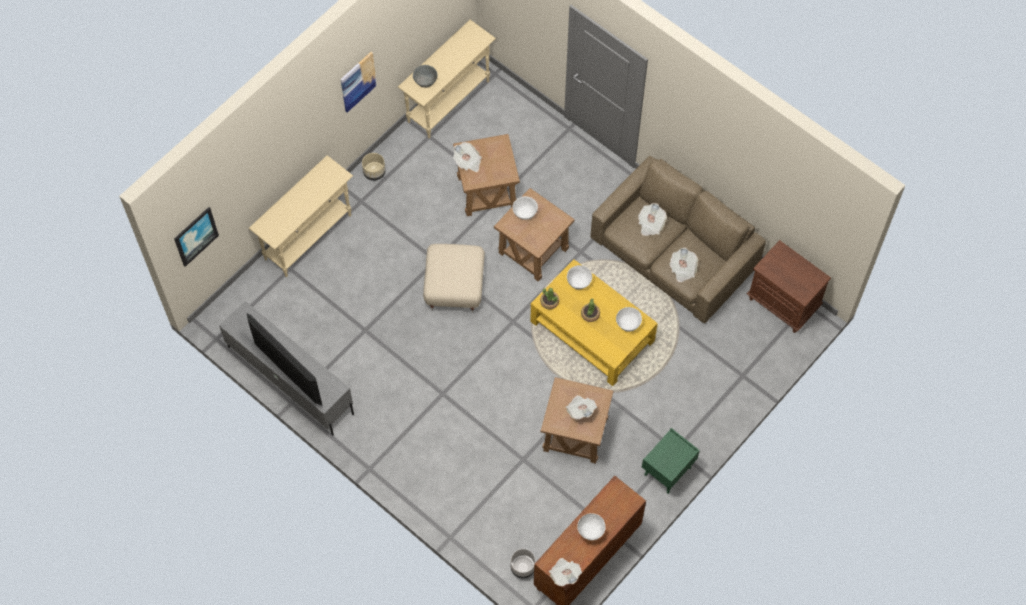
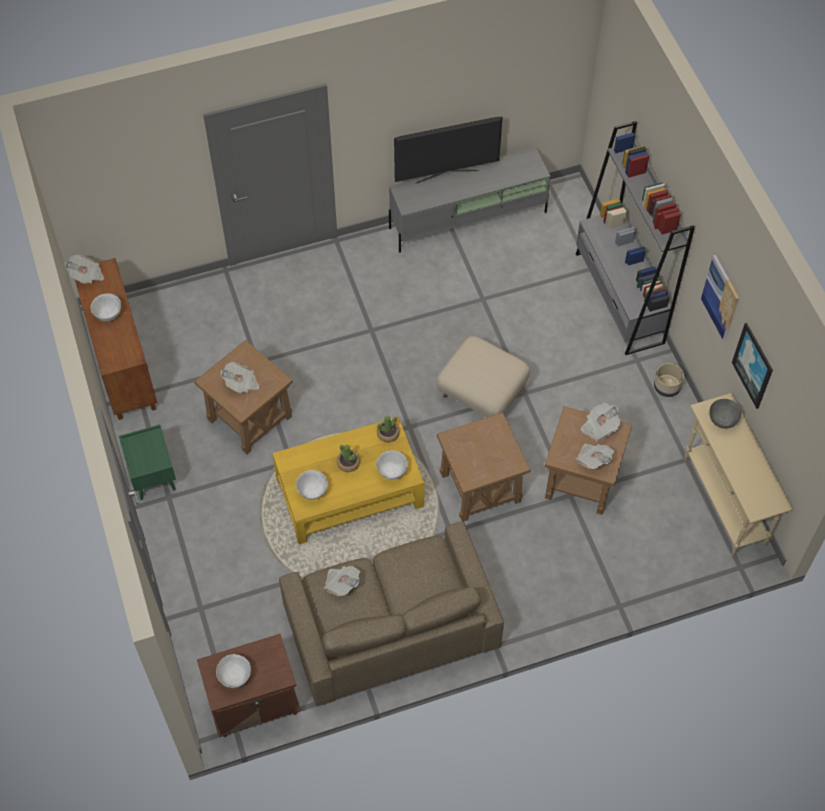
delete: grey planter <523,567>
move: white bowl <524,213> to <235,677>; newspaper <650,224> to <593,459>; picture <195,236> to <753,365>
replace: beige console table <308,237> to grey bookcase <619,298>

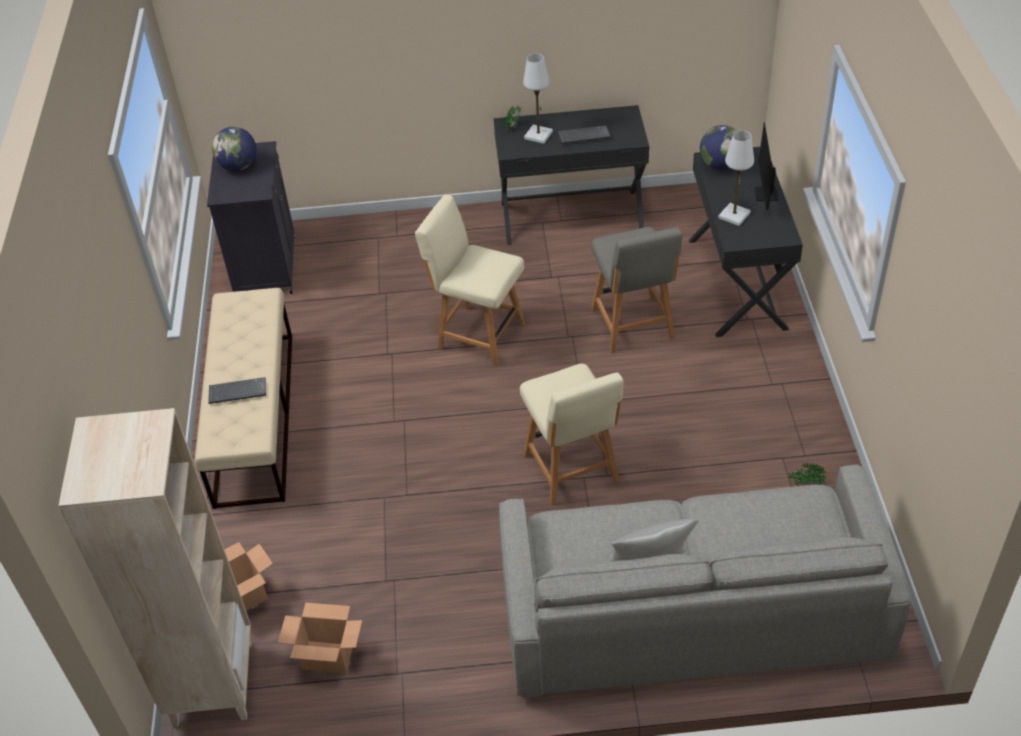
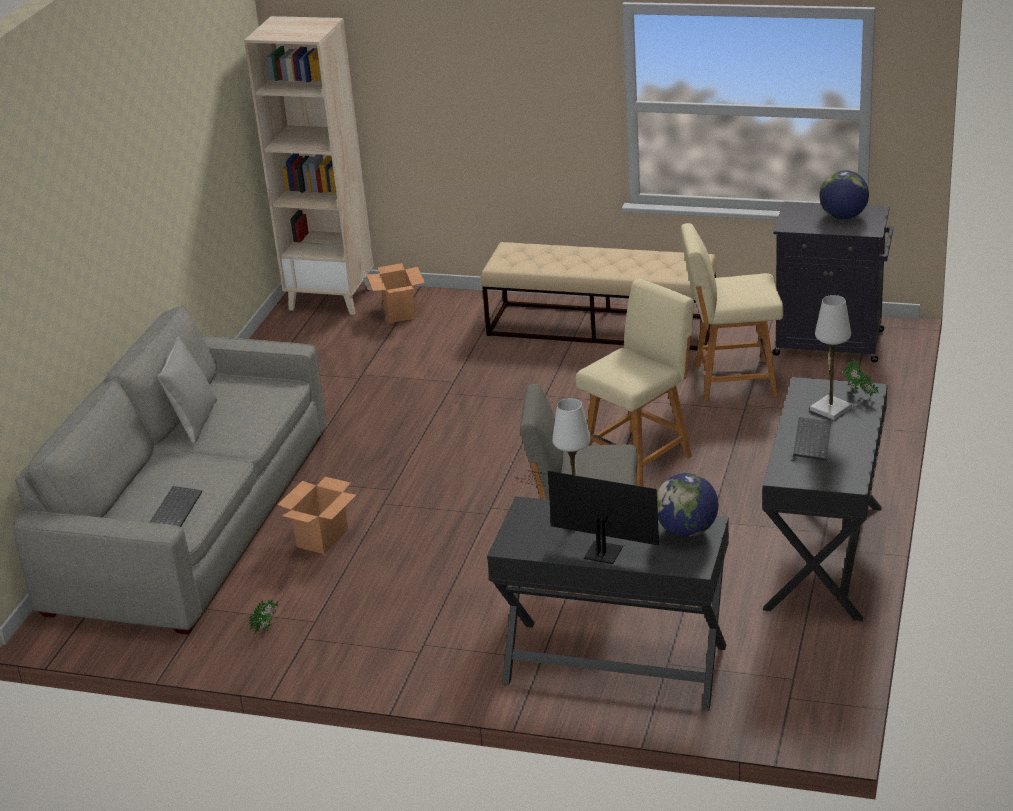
move: beige chair <572,470> to <731,381>; keyboard <236,393> to <175,509>; cardboard box <327,657> to <322,537>

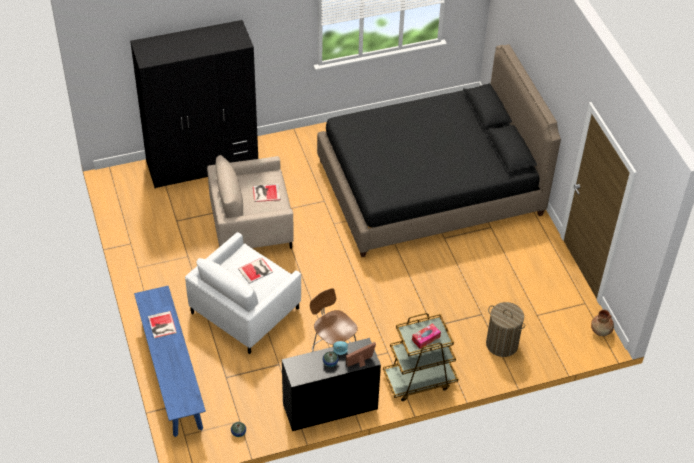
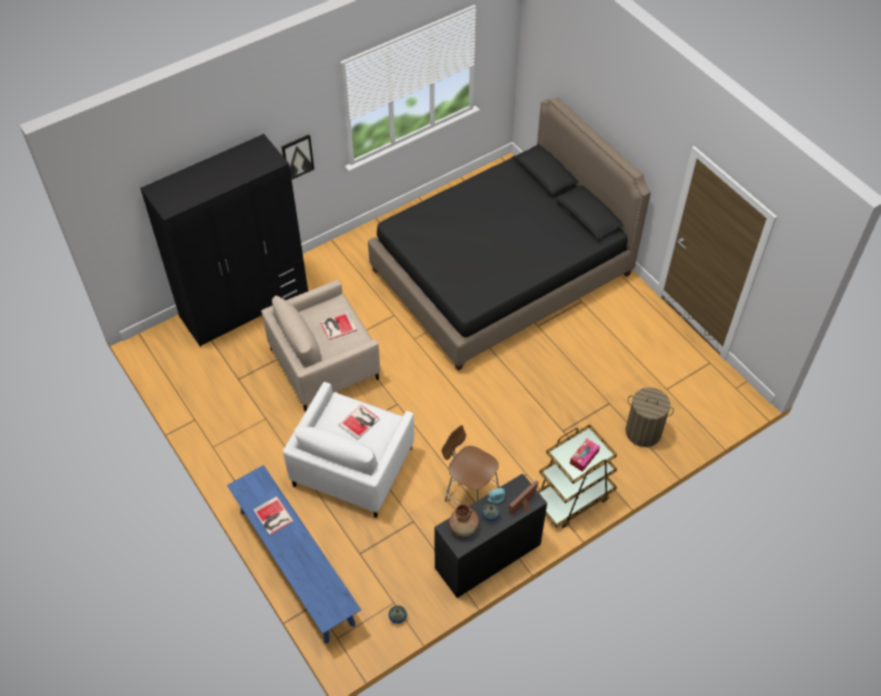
insert: picture <297,157>
move: brown vase <601,331> to <464,527>

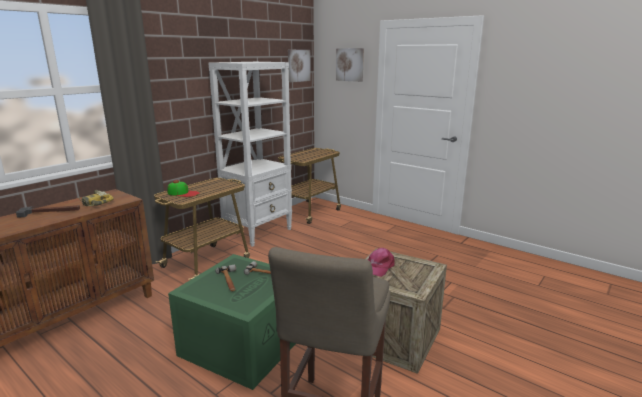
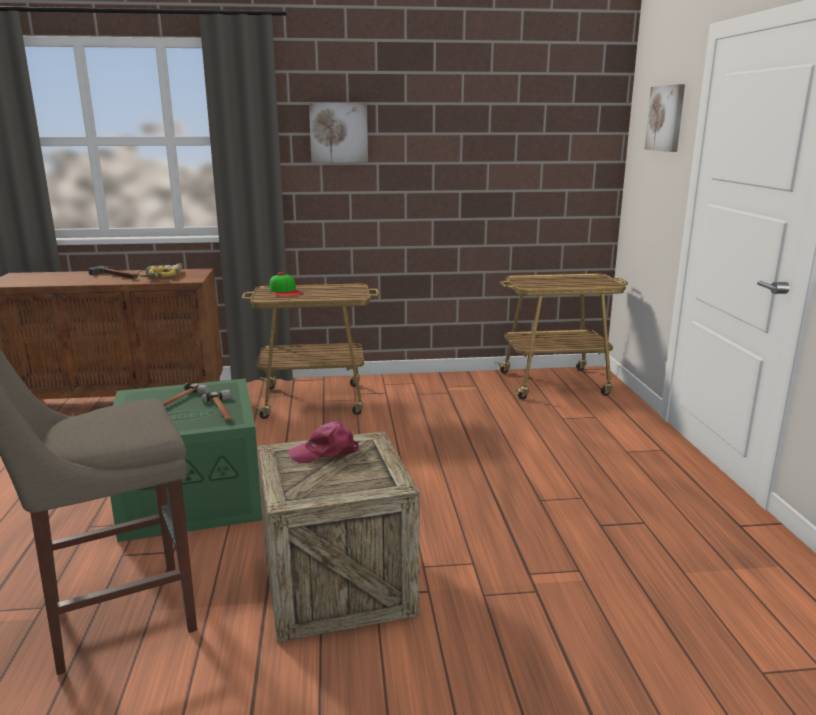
delete: white bookcase <258,232>
move: picture <298,65> to <338,133>

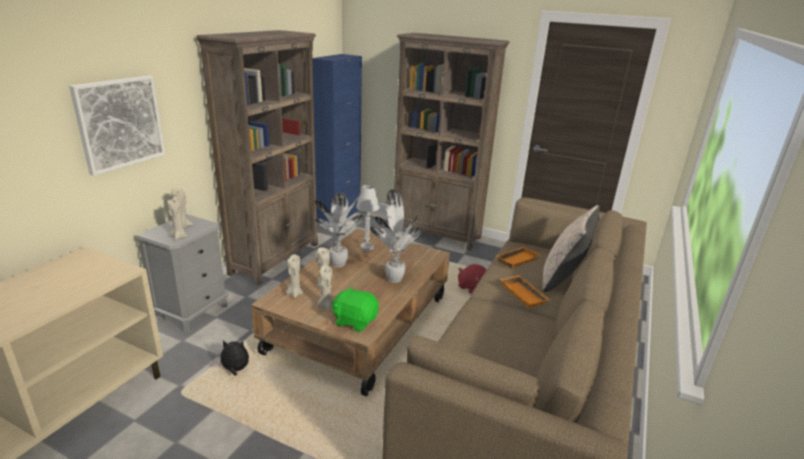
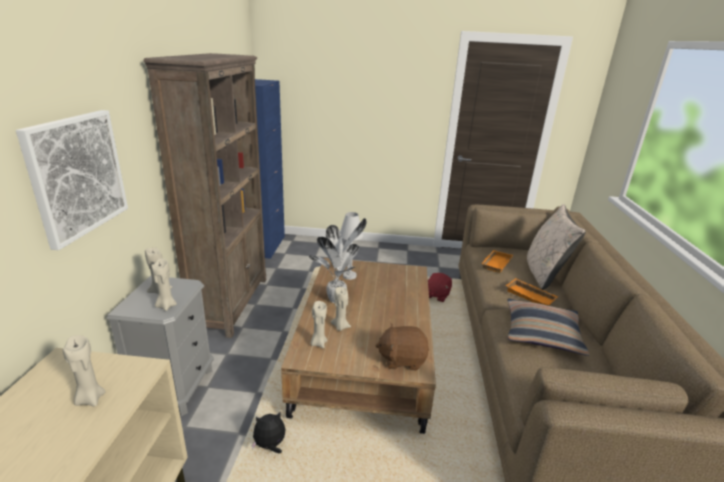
delete: brown bookcase <436,234>; potted plant <394,278>
insert: pillow <542,334>
move: beige candle <325,305> to <90,398>
recolor: green plush toy <355,321> to brown plush toy <402,359>

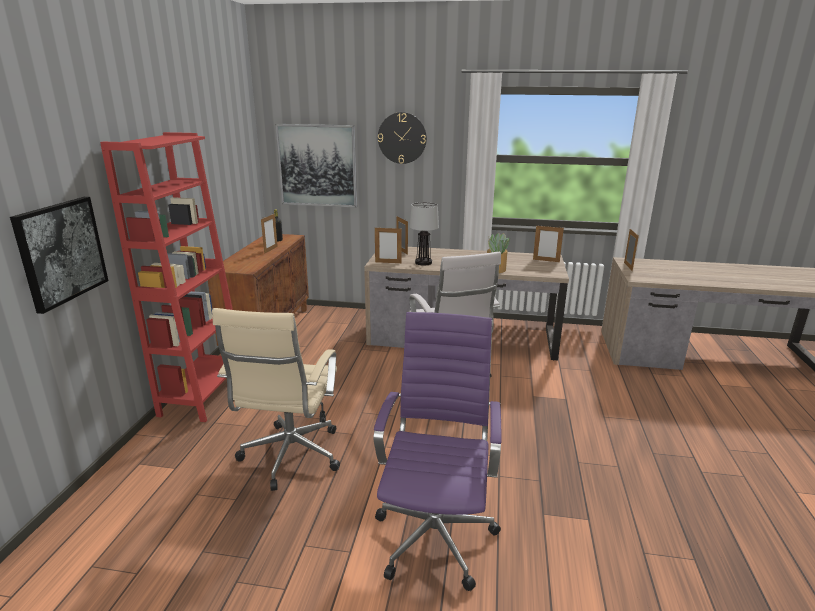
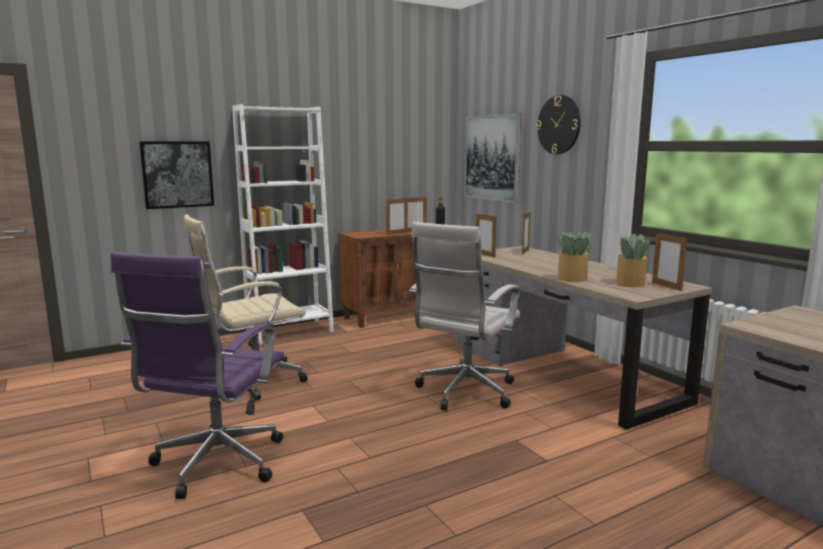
delete: table lamp <423,262>
insert: potted plant <629,283>
move: picture frame <628,267> to <397,233>
recolor: red bookcase <203,395> to white bookcase <290,331>
rotate: purple office chair <435,534> = <215,466> 135 degrees clockwise

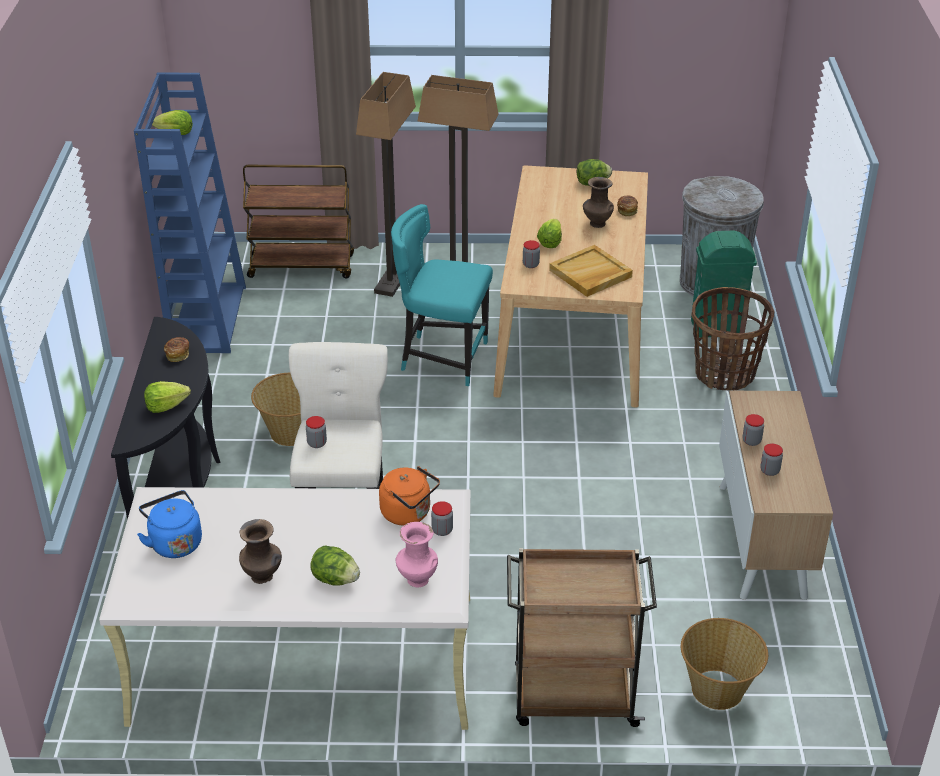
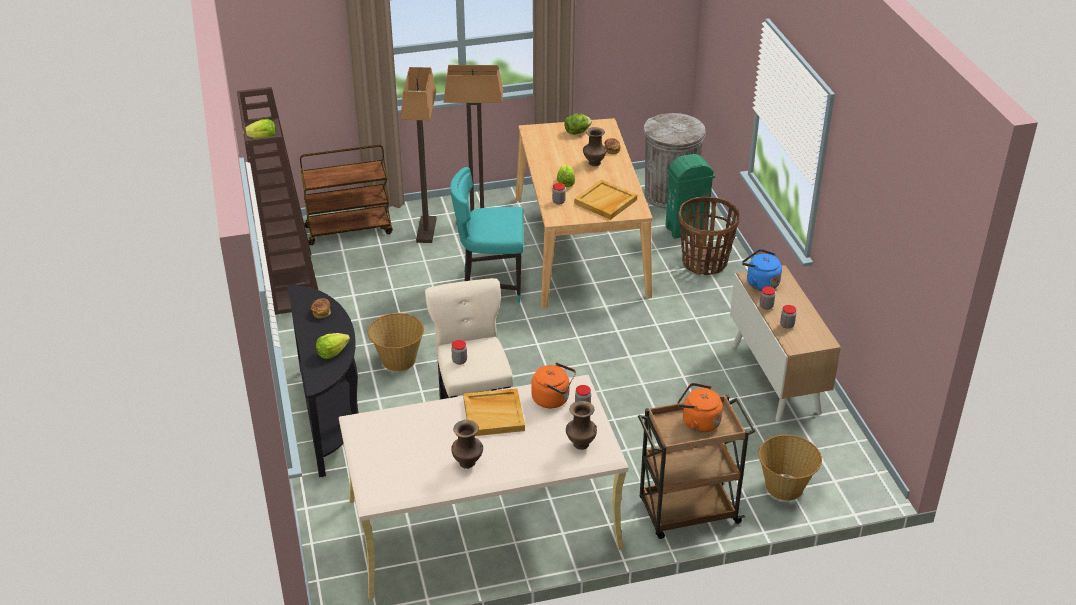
delete: lettuce <335,579>
insert: orange kettle <698,422>; beige tray <494,414>
move: blue kettle <174,542> to <760,283>
recolor: blue bookcase <207,318> to brown bookcase <291,283>; pink vase <416,580> to brown vase <580,444>

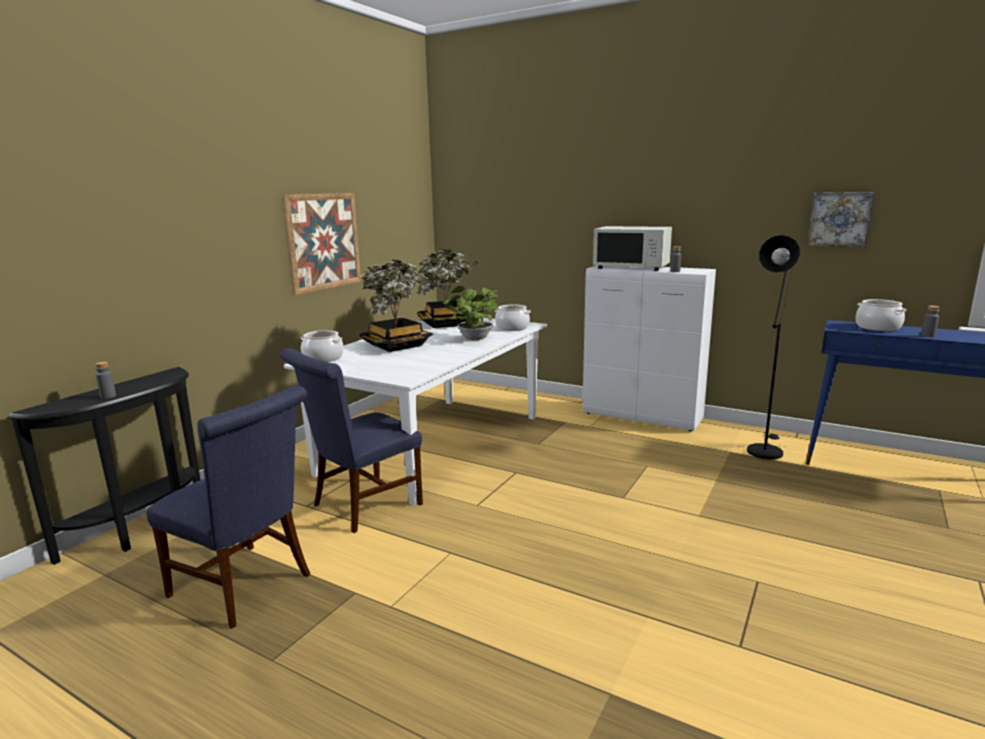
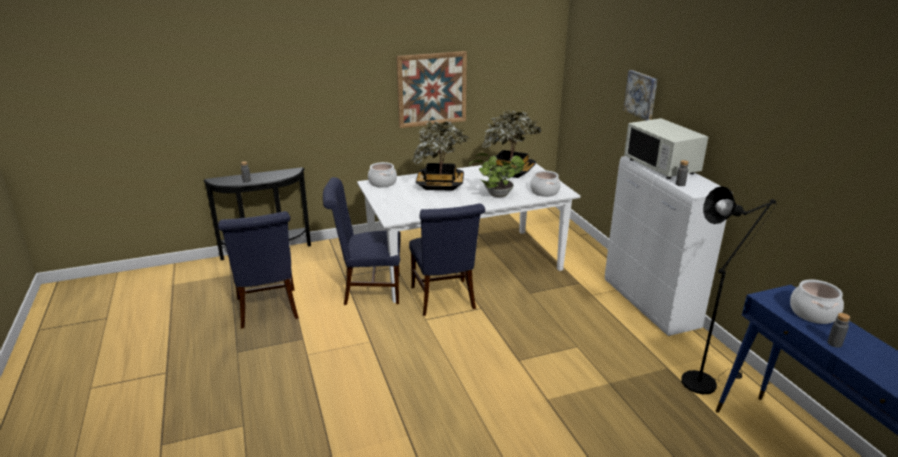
insert: blue chair <444,300>
move: picture <839,219> to <641,95>

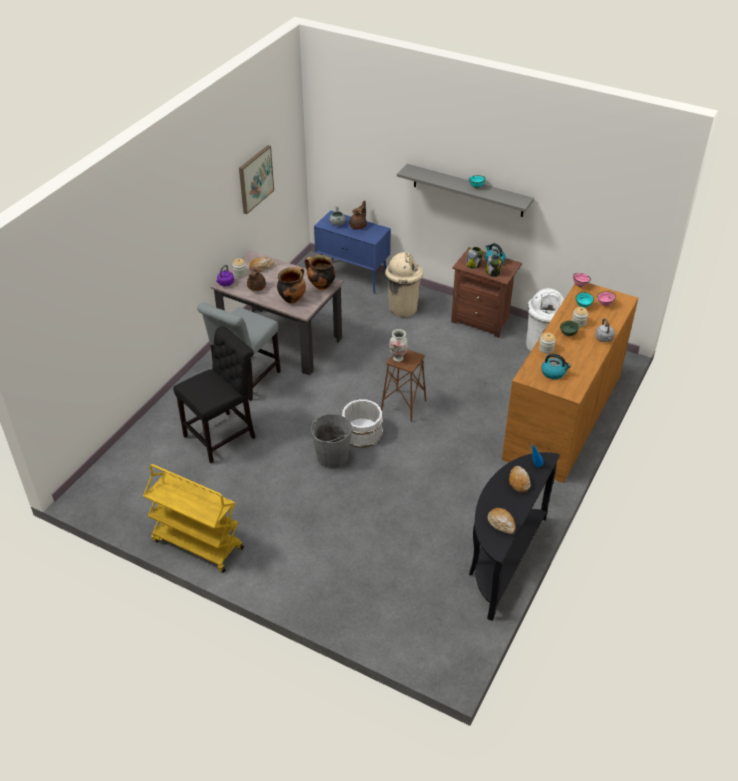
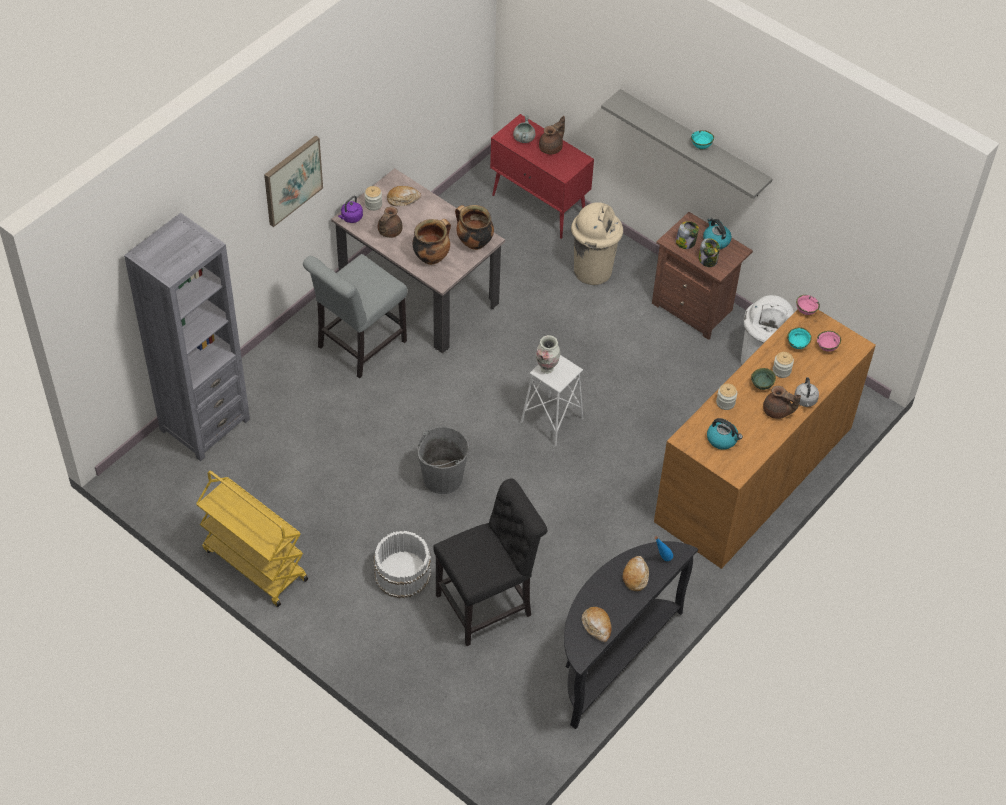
insert: grey bookcase <204,424>; brown teapot <777,411>
move: picture <255,179> to <292,180>; black chair <223,435> to <488,604>; white bucket <361,432> to <402,573>
recolor: blue cabinet <353,277> to red cabinet <539,206>; brown stool <403,405> to white stool <551,421>

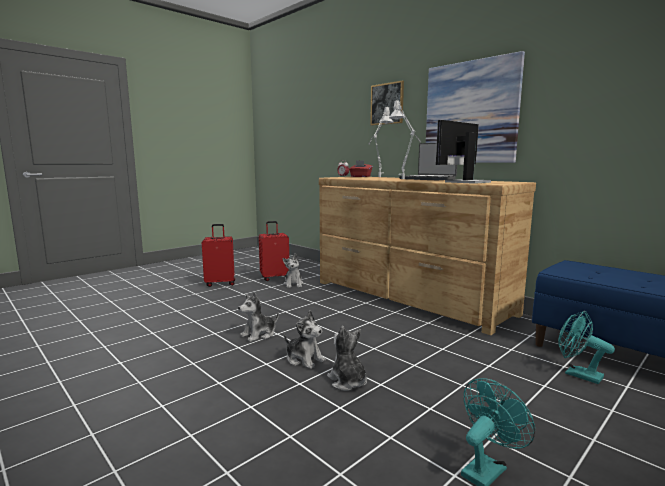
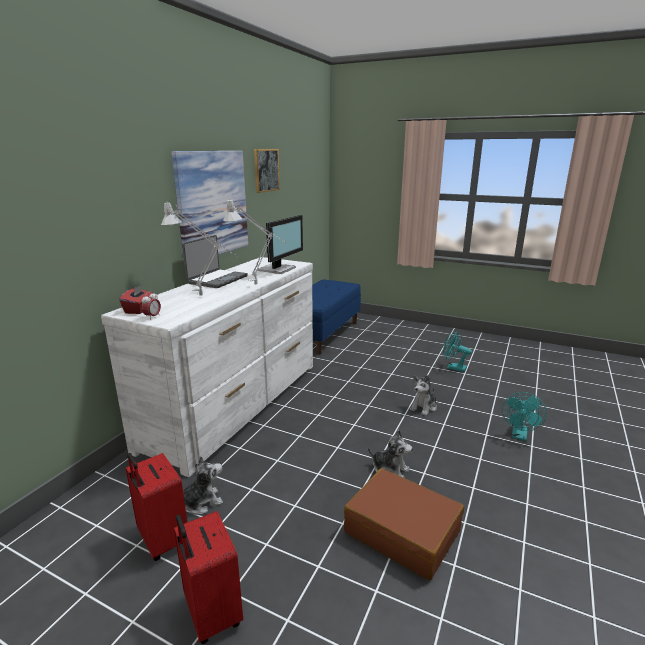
delete: plush toy <304,359>
insert: brown suitcase <402,531>
move: picture <387,104> to <266,170>; turquoise fan <577,374> to <519,436>
recolor: brown dresser <408,297> to white dresser <237,403>
rotate: monitor <465,182> = <278,269> 90 degrees counterclockwise

